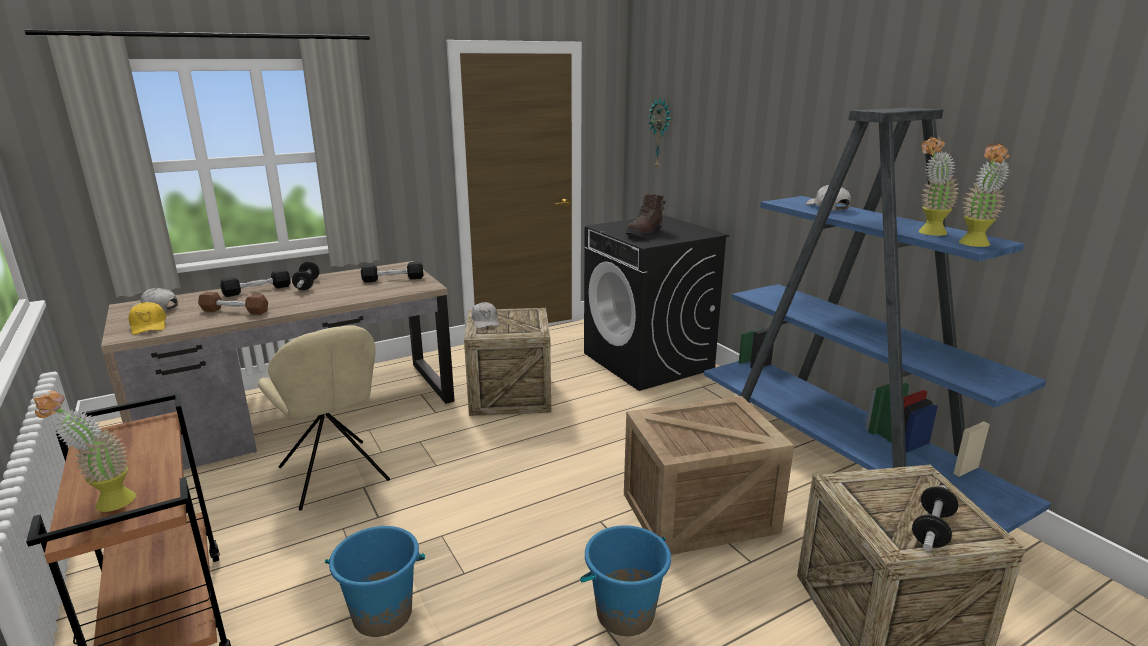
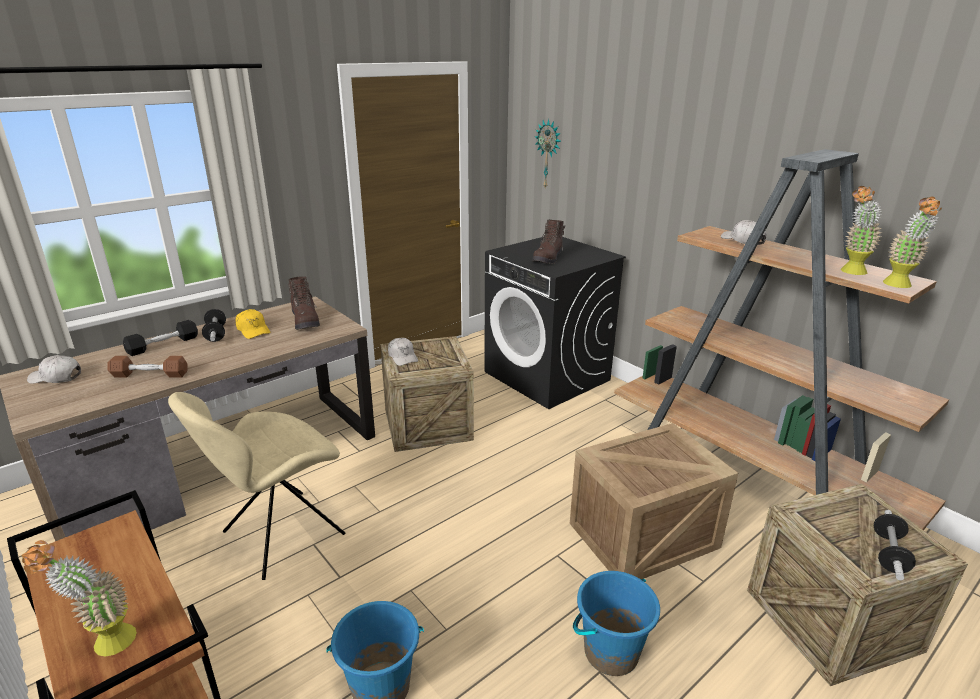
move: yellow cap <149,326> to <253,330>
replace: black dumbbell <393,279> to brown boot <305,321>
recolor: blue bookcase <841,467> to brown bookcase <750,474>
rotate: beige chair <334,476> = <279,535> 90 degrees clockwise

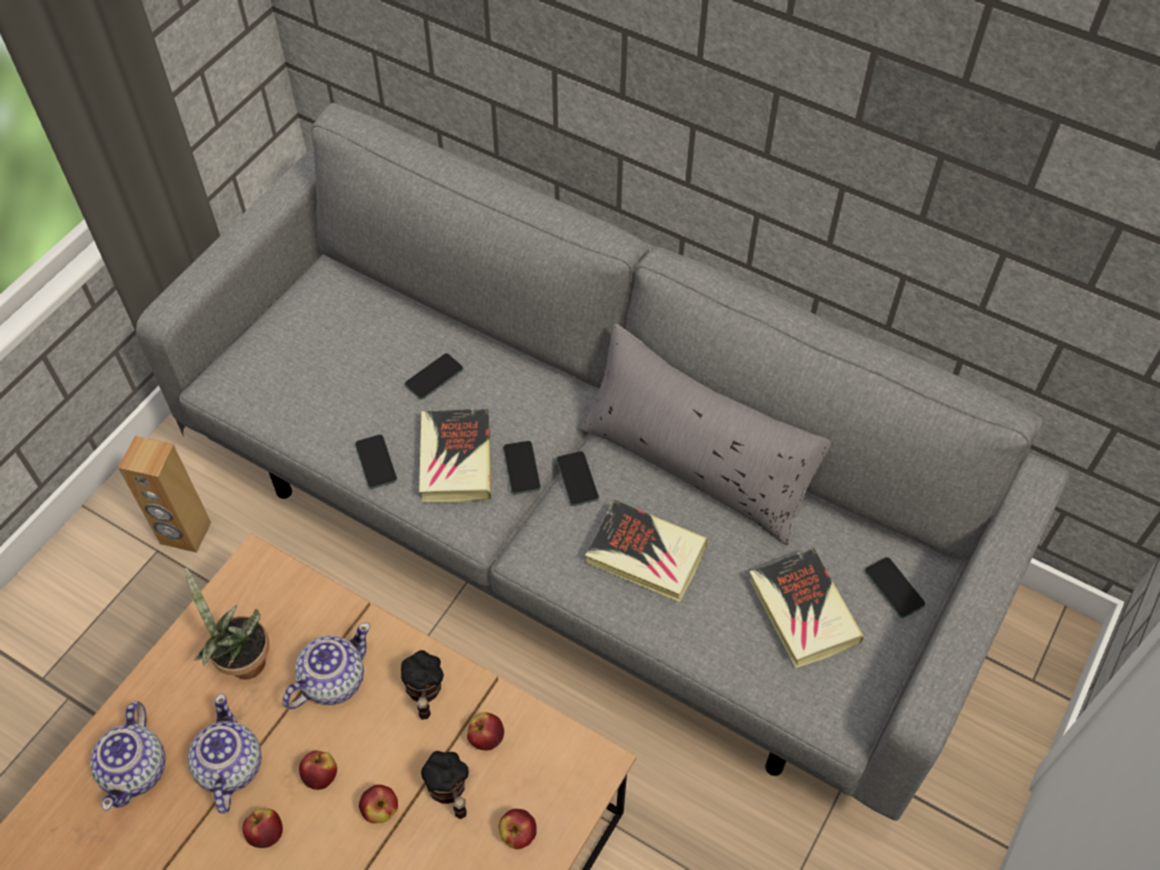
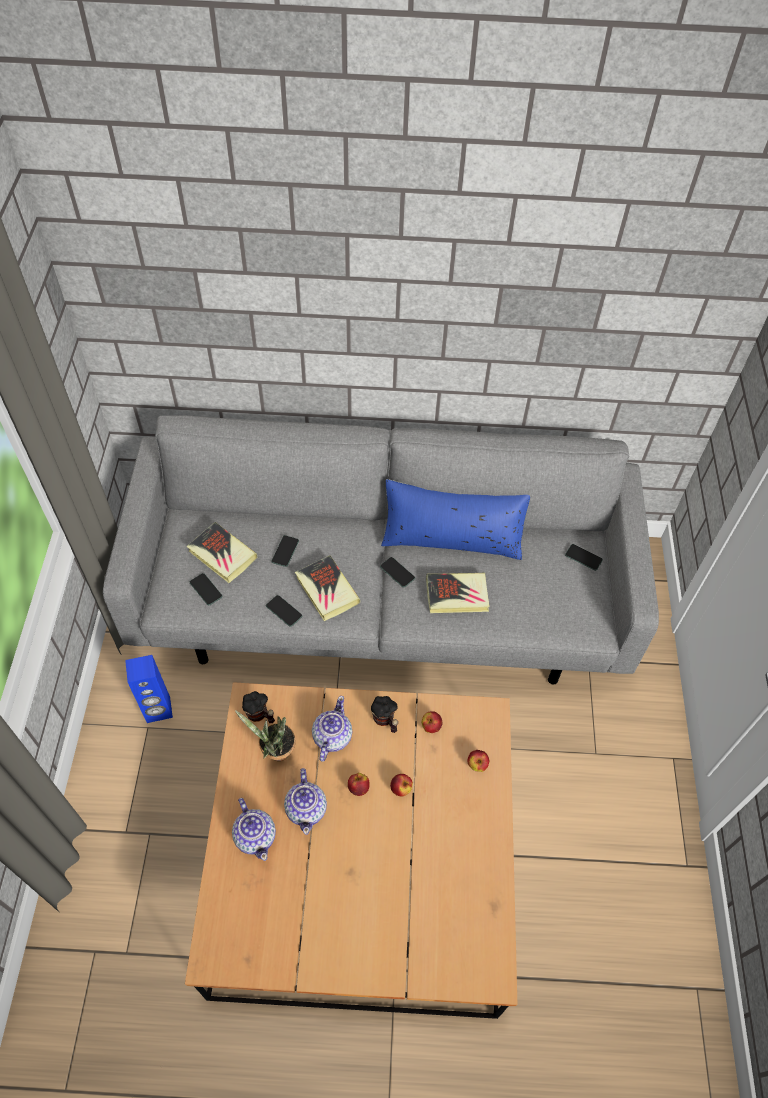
delete: apple <266,834>
move: phone <521,468> to <206,589>; book <803,611> to <222,555>; mug <450,793> to <259,715>
recolor: grey pillow <696,464> to blue pillow <452,538>; brown speaker <185,533> to blue speaker <158,710>
rotate: teapot <230,767> = <306,808> 150 degrees counterclockwise

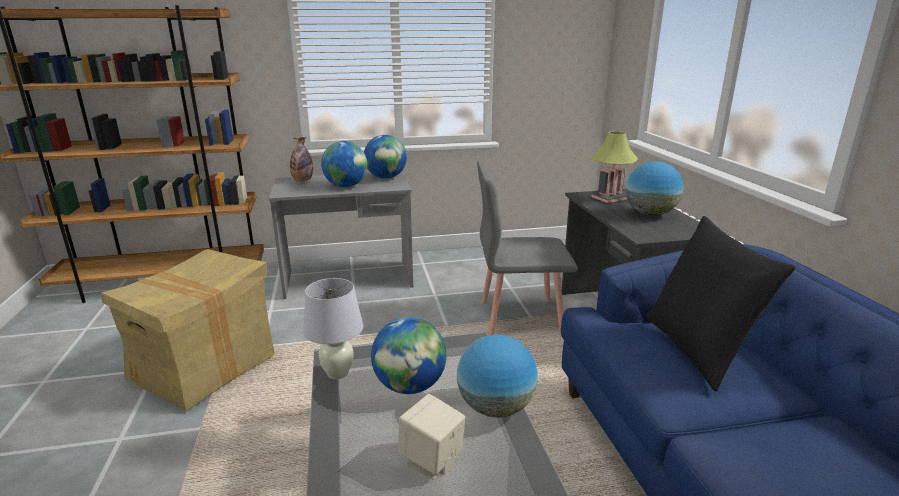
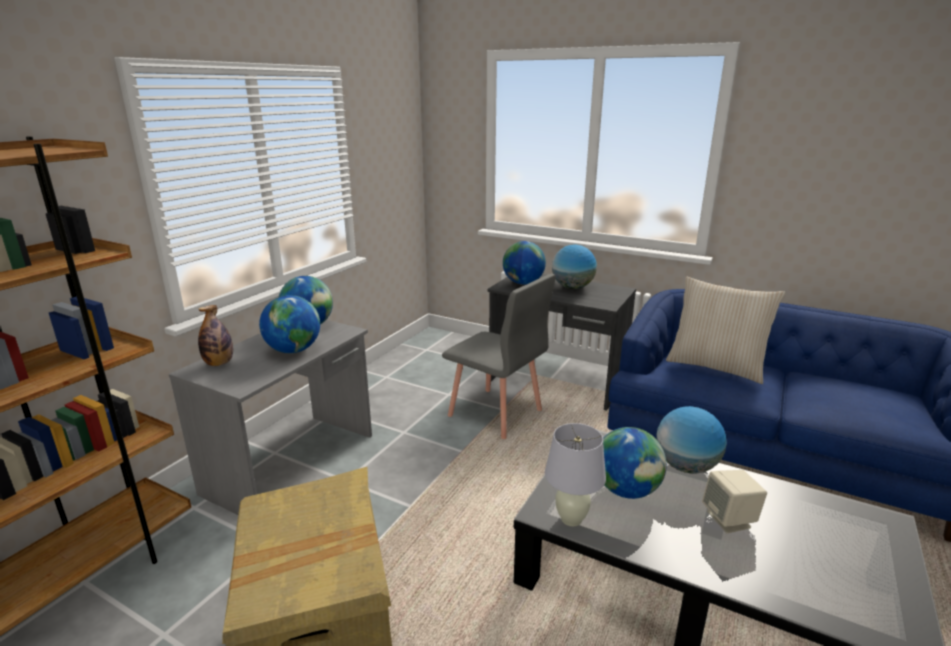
replace: table lamp <609,198> to globe <523,283>
recolor: black pillow <698,349> to beige pillow <715,366>
rotate: grey chair <519,317> = <495,413> 90 degrees counterclockwise

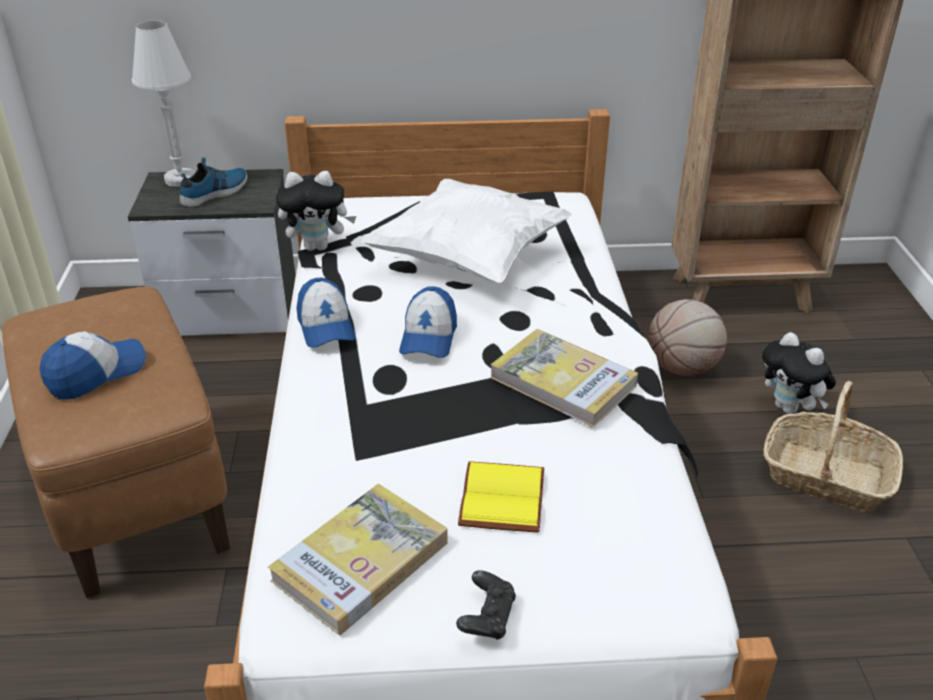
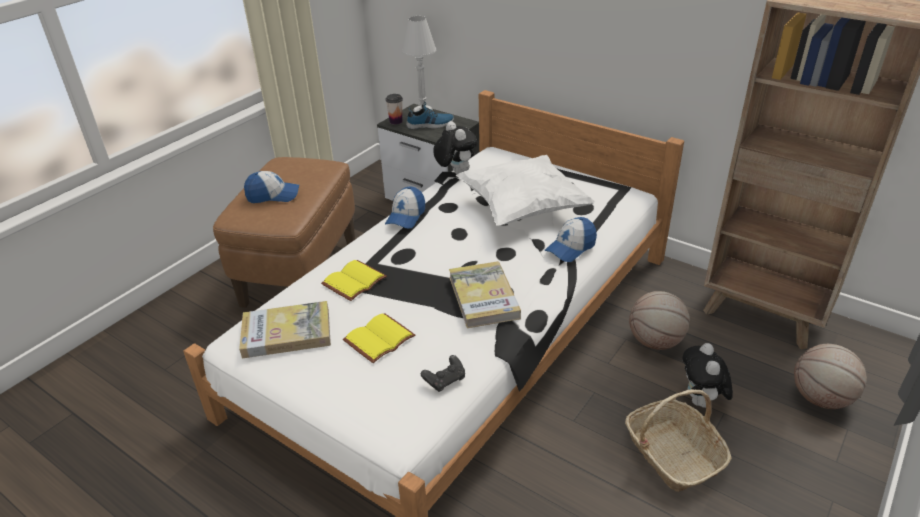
insert: cup <396,121>; yellow book <355,282>; basketball <821,398>
move: cap <428,337> to <570,248>; black game controller <487,617> to <445,380>
rotate: plush toy <318,246> = <455,172> 150 degrees counterclockwise

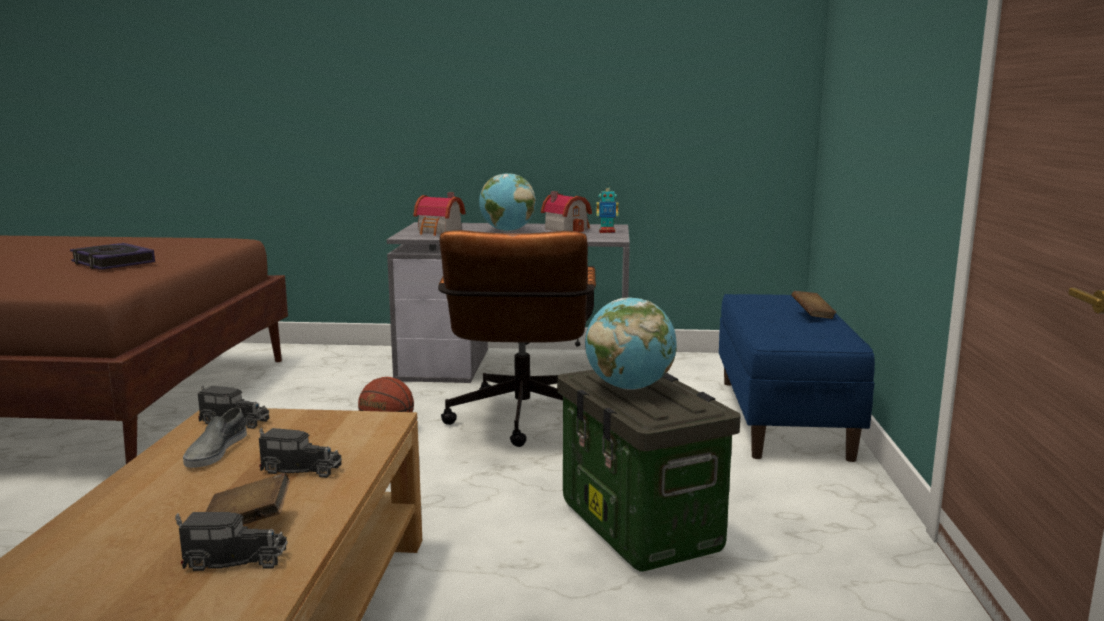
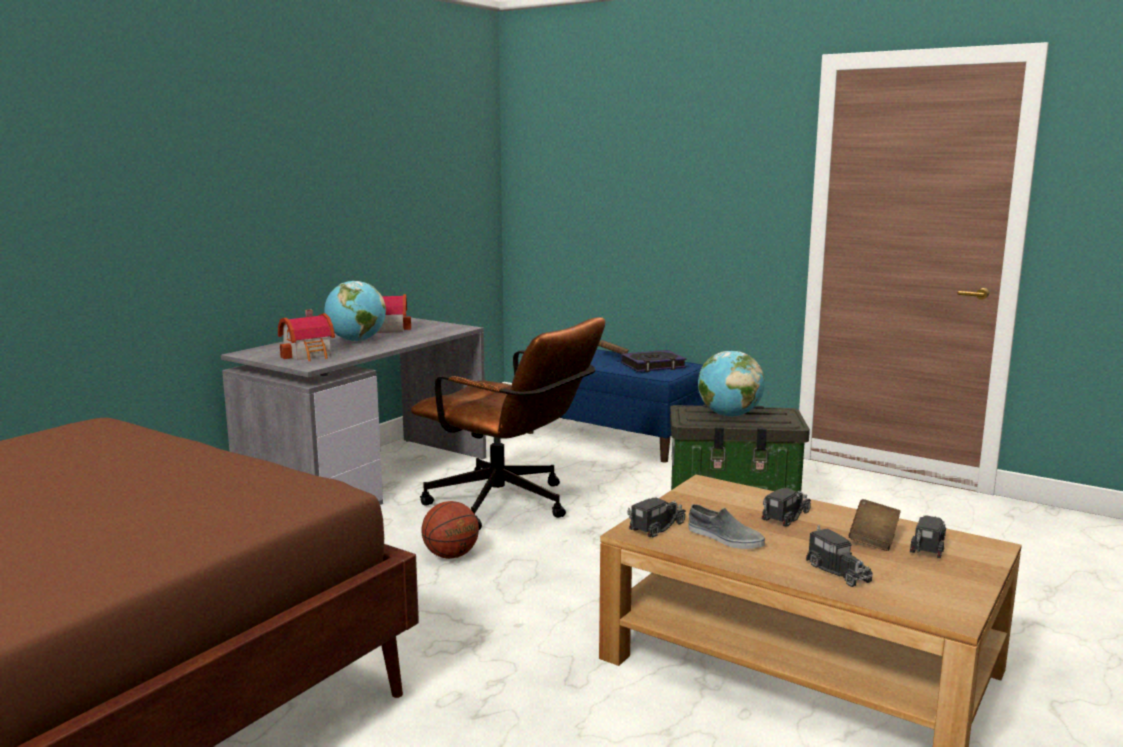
delete: toy robot <607,232>
insert: toy truck <836,570>
move: book <112,262> to <653,366>

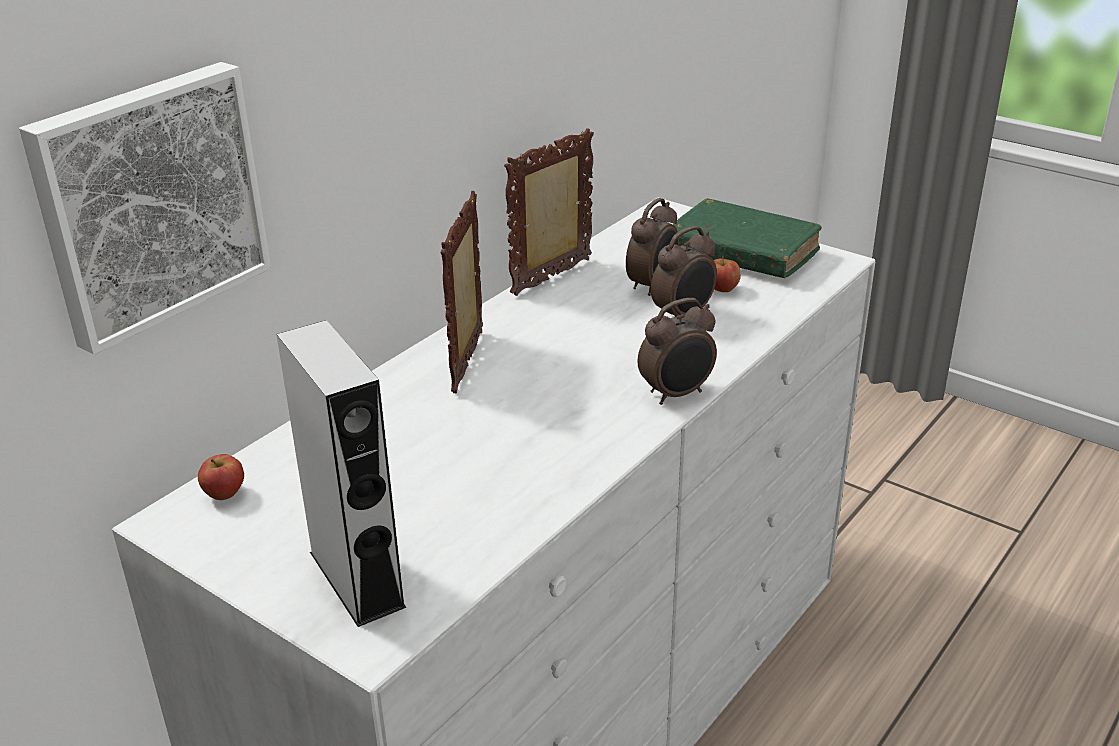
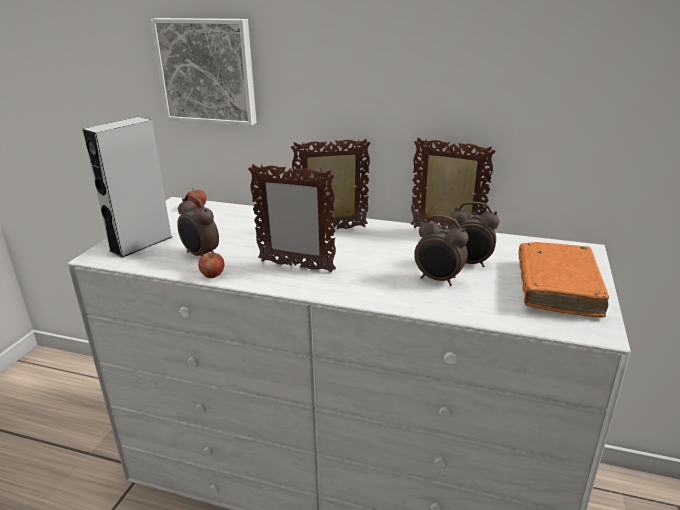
insert: picture frame <296,266>
move: apple <721,289> to <212,275>; alarm clock <677,394> to <200,255>
recolor: green book <742,253> to orange book <557,287>

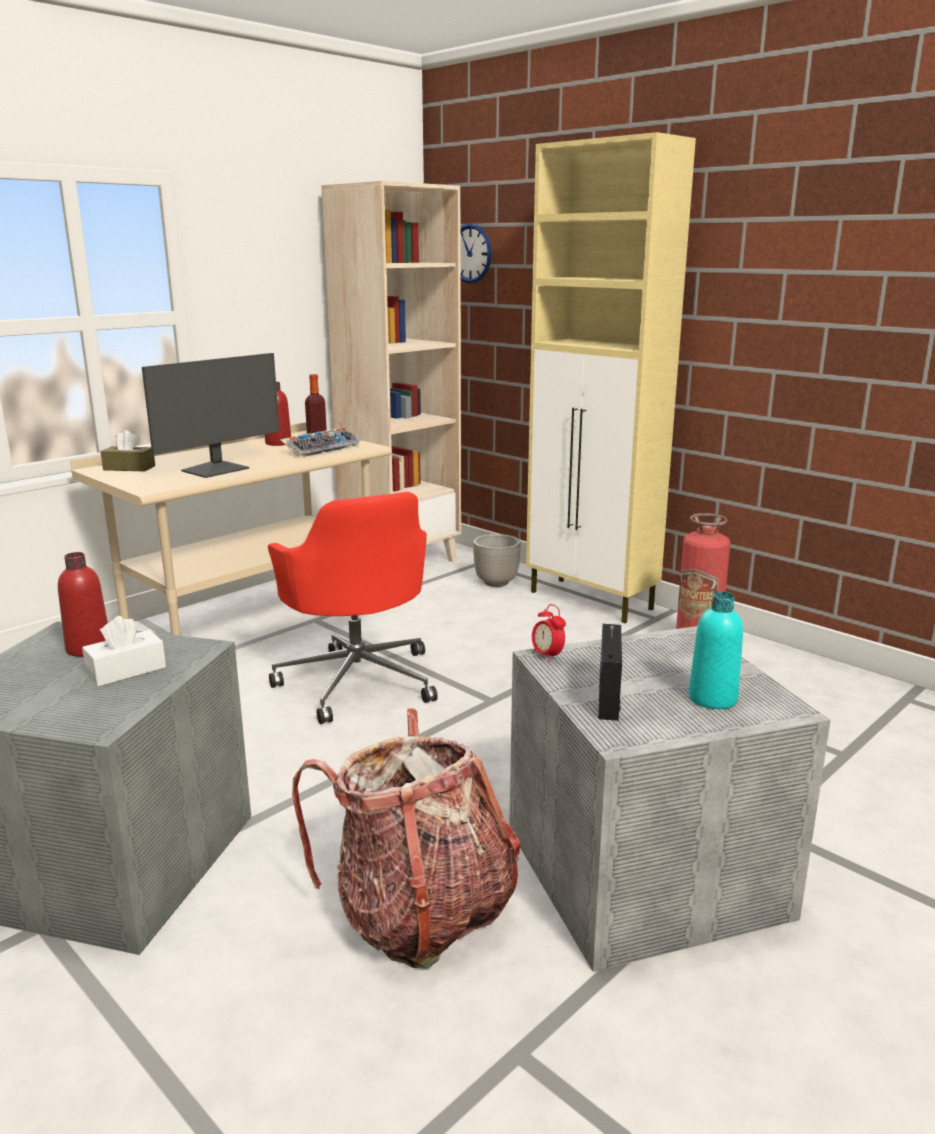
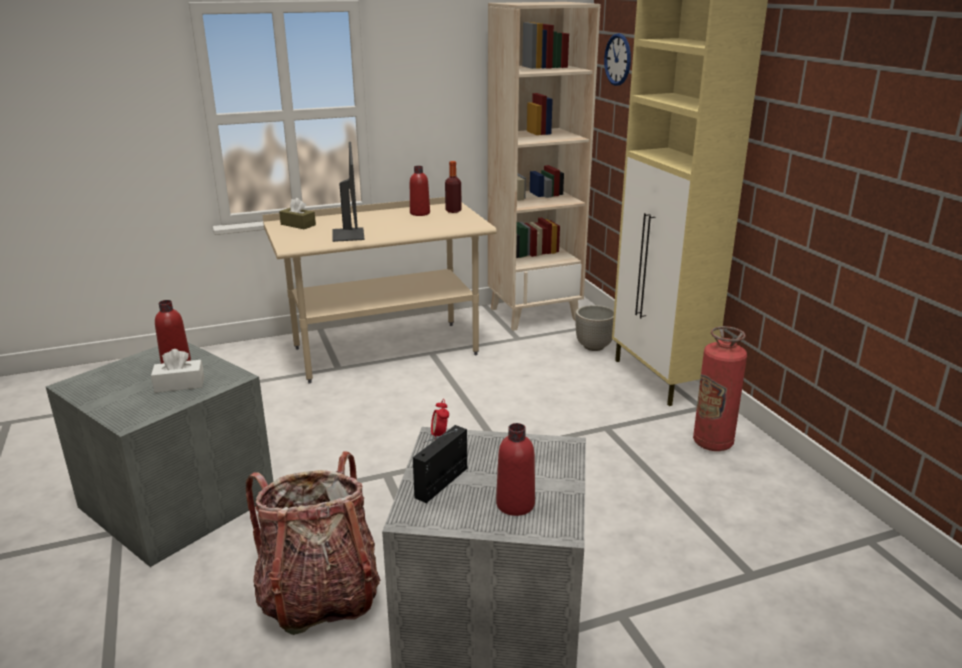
delete: keyboard <322,450>; red office chair <358,680>
recolor: turquoise bottle <712,698> to red bottle <515,504>
rotate: monitor <217,470> = <349,234> 75 degrees counterclockwise

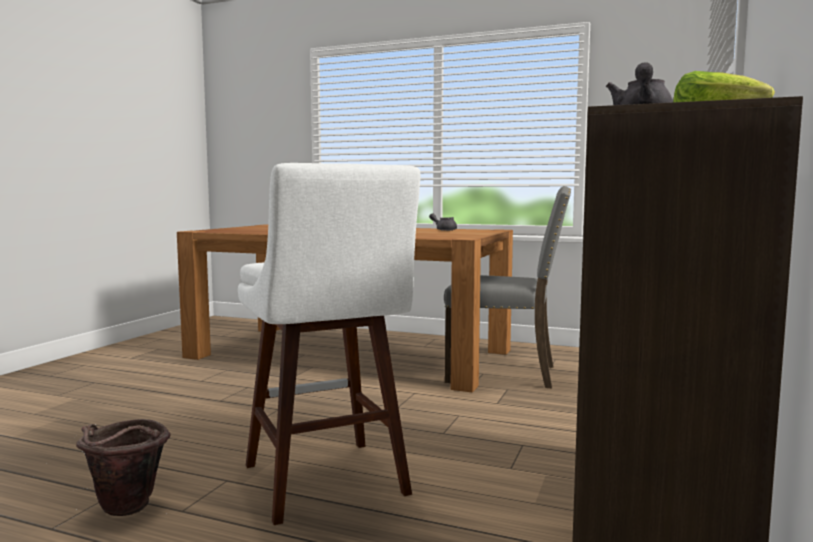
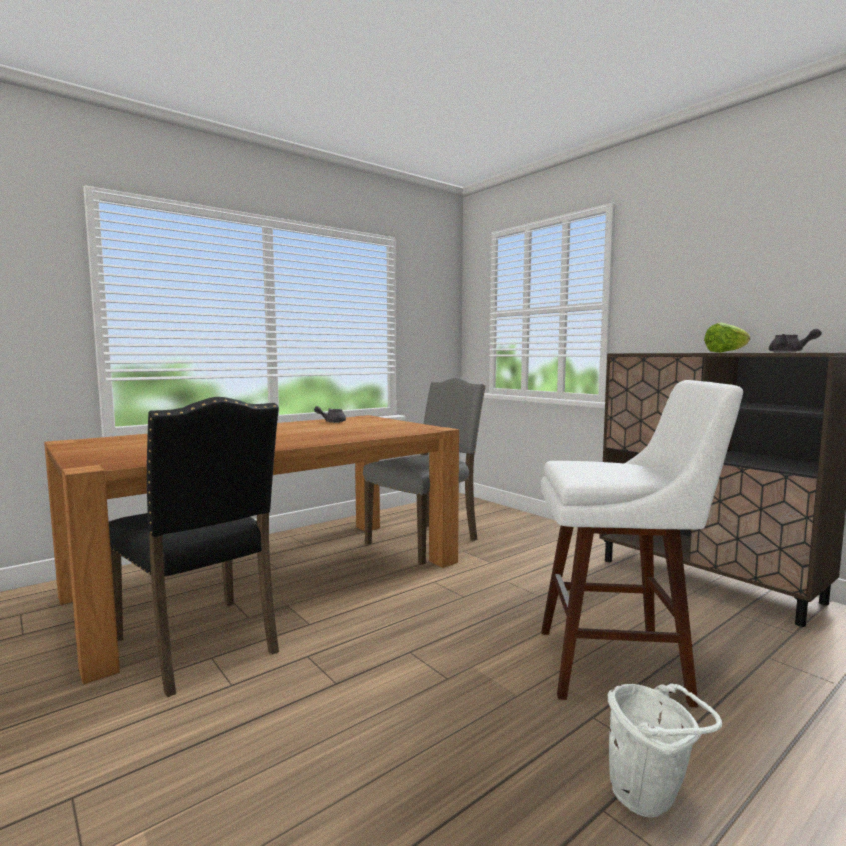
insert: black chair <201,645>
recolor: brown bucket <125,511> to white bucket <652,800>

